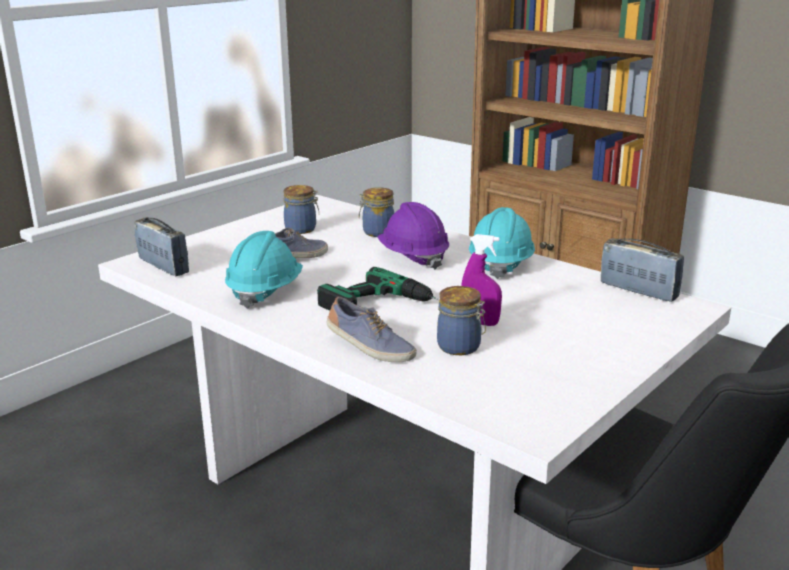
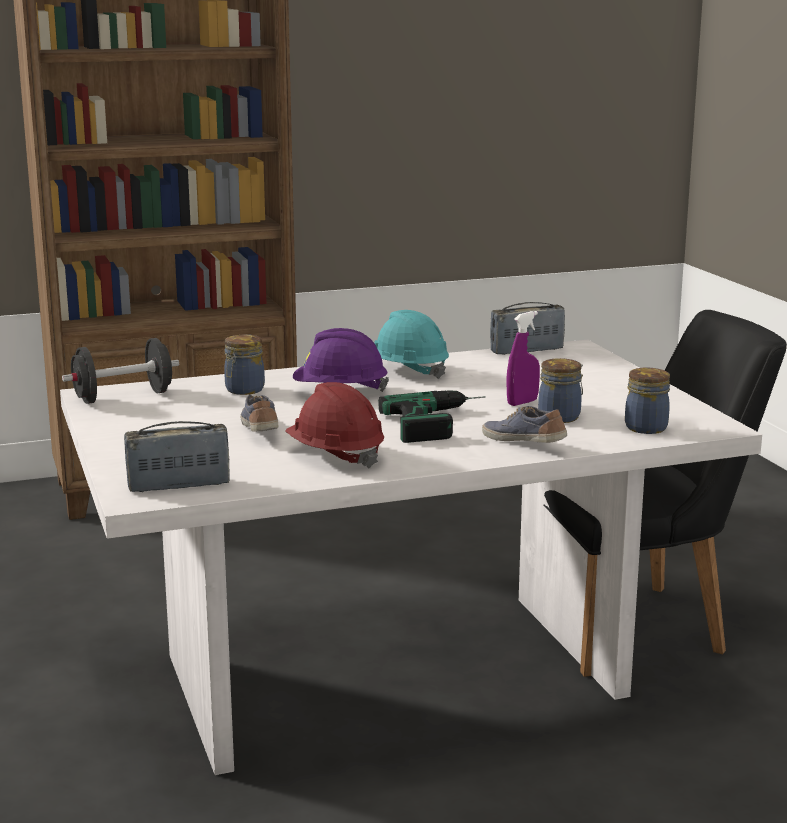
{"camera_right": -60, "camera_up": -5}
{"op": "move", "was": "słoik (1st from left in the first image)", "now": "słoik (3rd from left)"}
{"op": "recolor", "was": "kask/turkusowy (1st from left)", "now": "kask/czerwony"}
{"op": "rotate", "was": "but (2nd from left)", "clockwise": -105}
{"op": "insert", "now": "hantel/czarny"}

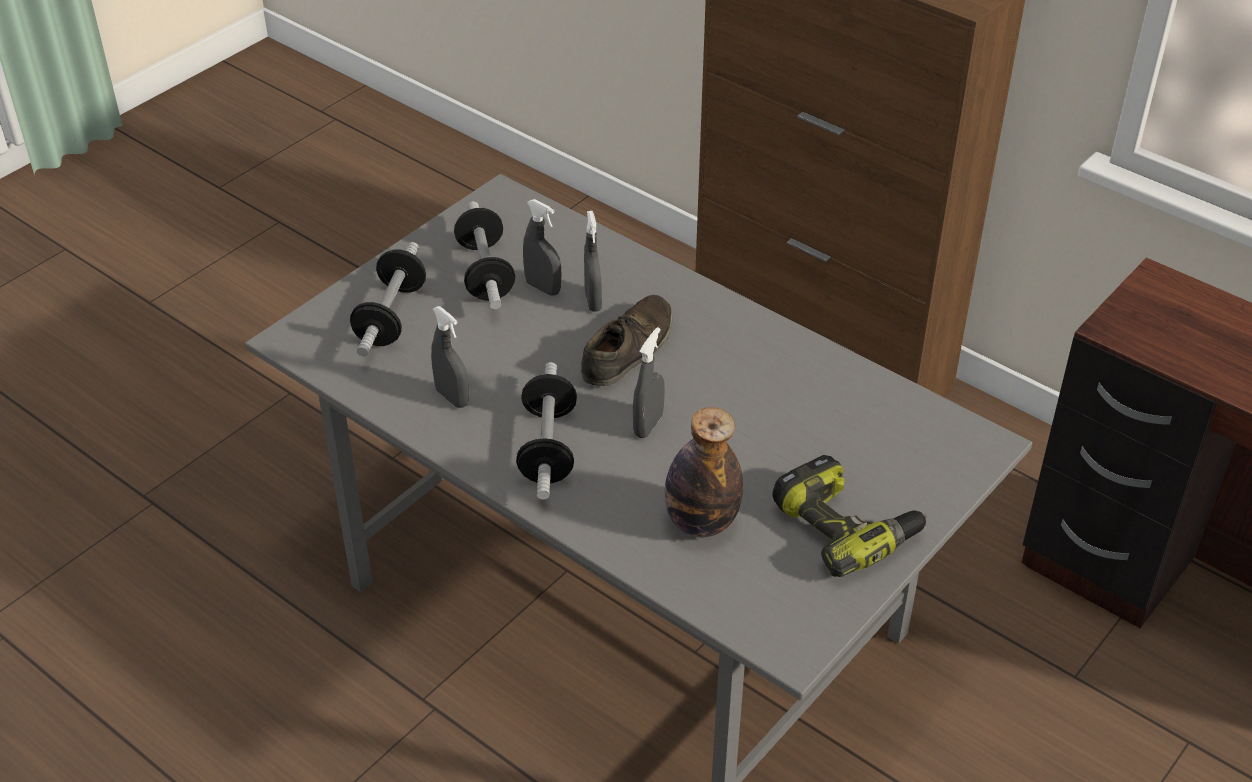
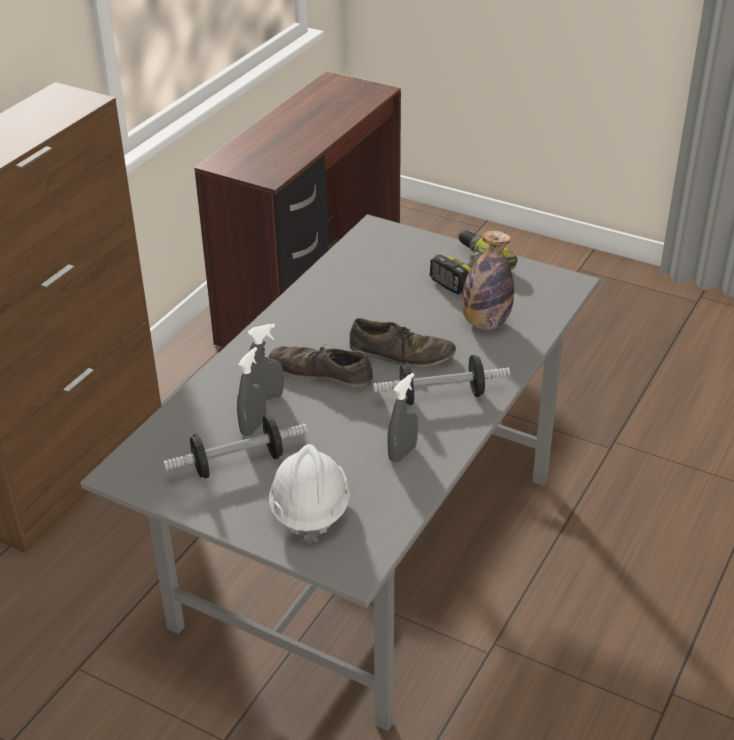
{"camera_right": -100, "camera_up": -5}
{"op": "replace", "was": "hantel (1st from left)", "now": "kask/biały"}
{"op": "replace", "was": "spryskiwacz/szary (4th from left)", "now": "but/brązowy (2nd from left)"}

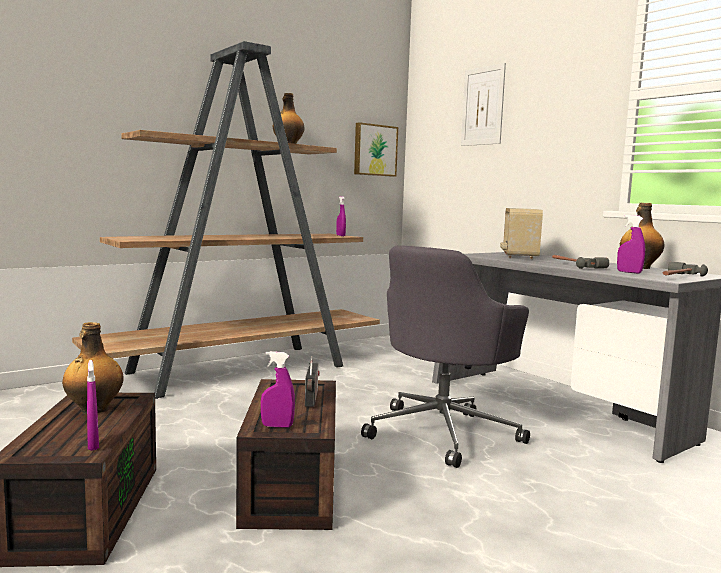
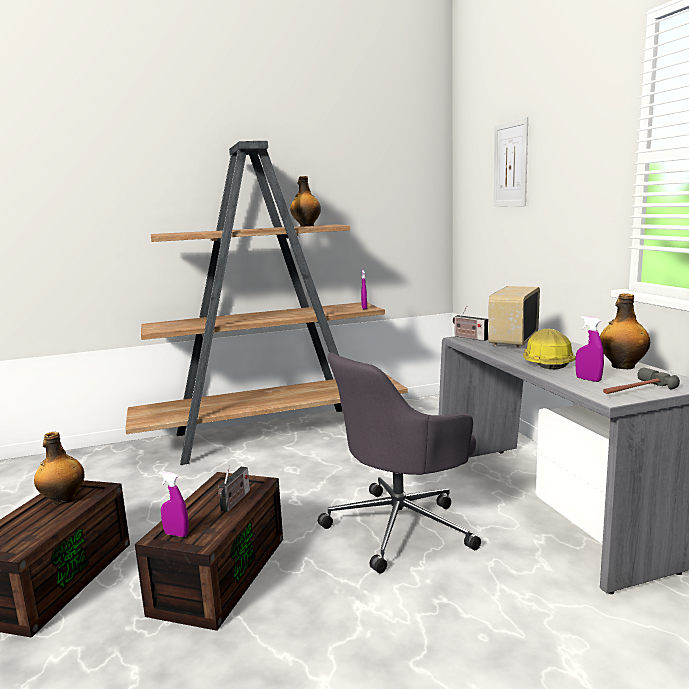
{"camera_right": 20, "camera_up": 5}
{"op": "delete", "was": "obraz (1st from left)"}
{"op": "replace", "was": "młotek (1st from left)", "now": "kask"}
{"op": "delete", "was": "spryskiwacz/fioletowy (1st from left)"}
{"op": "insert", "now": "radio (2nd from left)"}

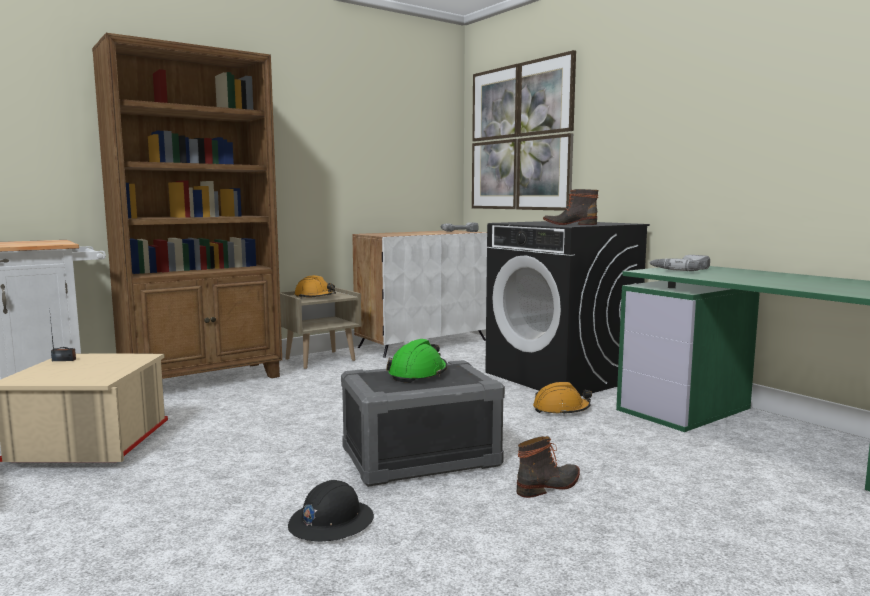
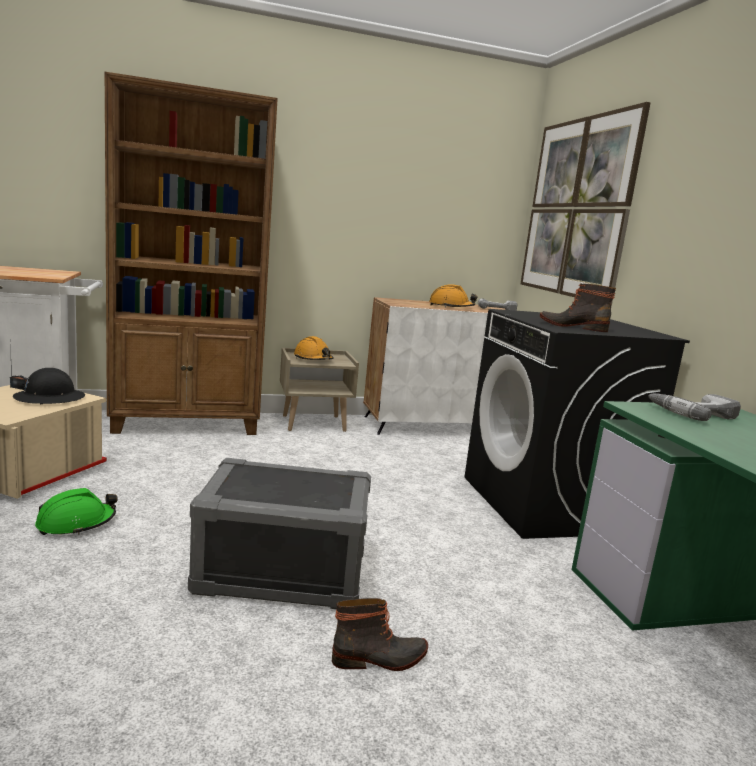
{"camera_right": 20, "camera_up": 5}
{"op": "move", "was": "kask/zielony"}
{"op": "move", "was": "kask/pomarańczowy (2nd from left)"}
{"op": "move", "was": "kask/czarny"}

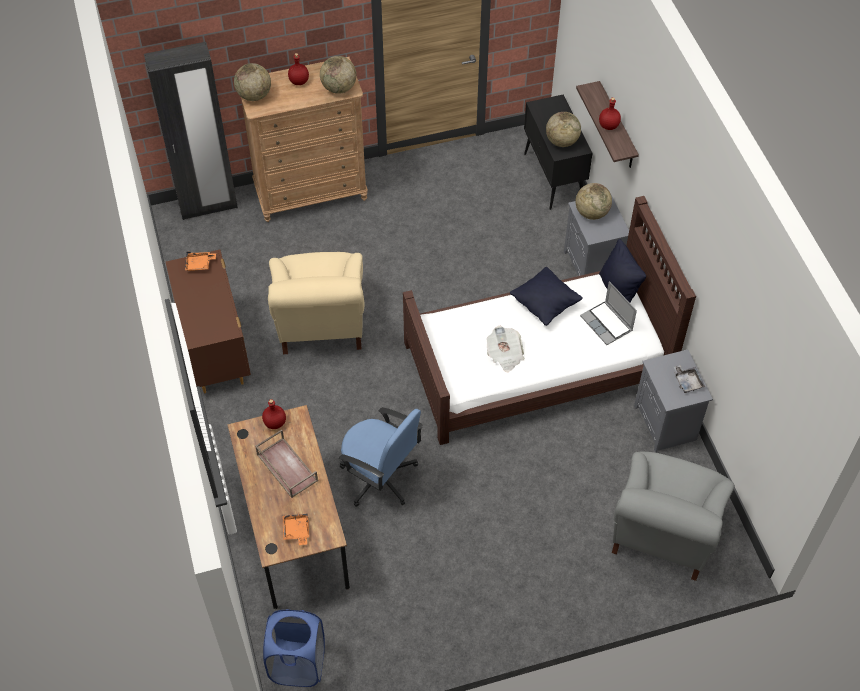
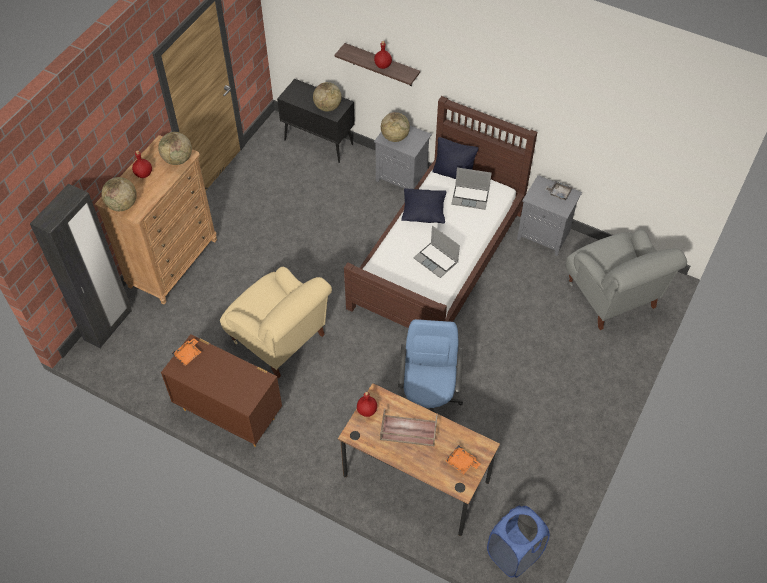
{"camera_right": -45, "camera_up": 0}
{"op": "replace", "was": "gazeta", "now": "laptop (1st from left)"}
{"op": "rotate", "was": "krzesło biurowe/niebieski", "clockwise": -75}

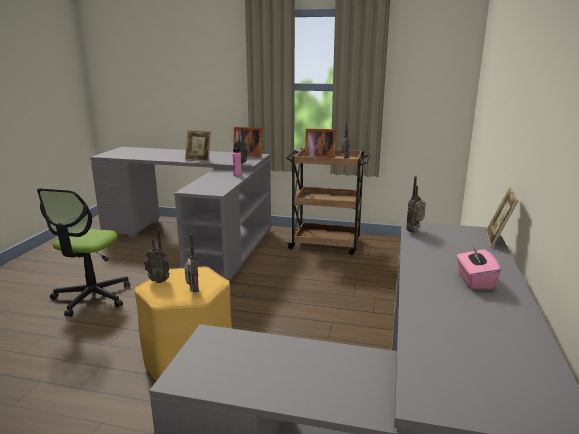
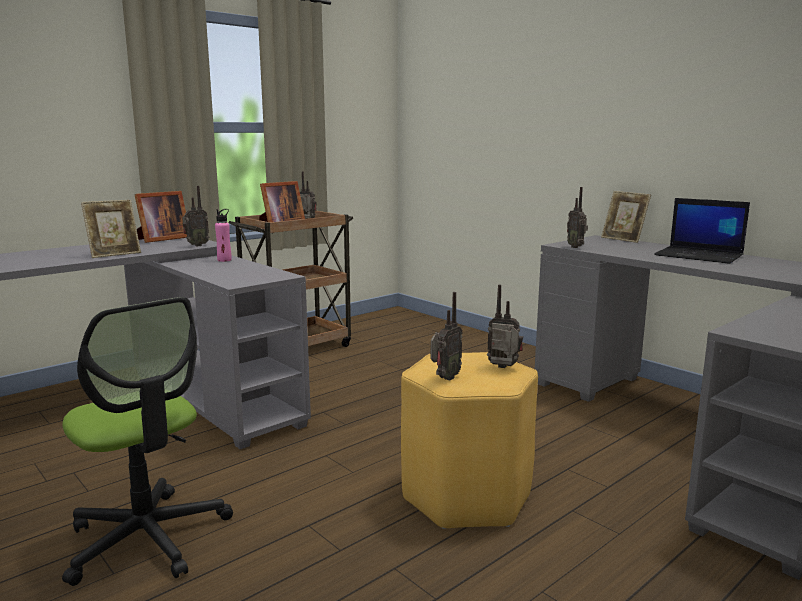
{"camera_right": -55, "camera_up": -5}
{"op": "replace", "was": "pudełko chusteczek/różowy", "now": "laptop"}

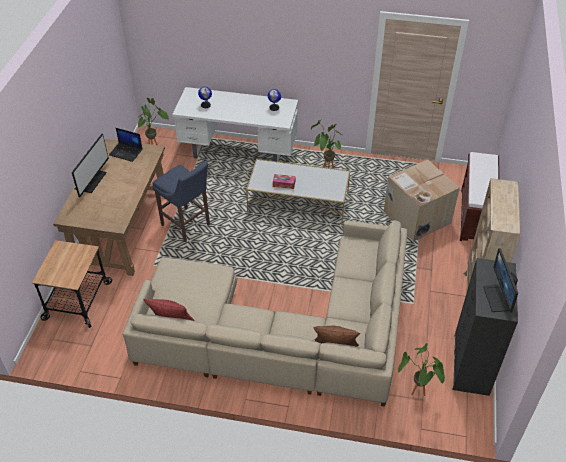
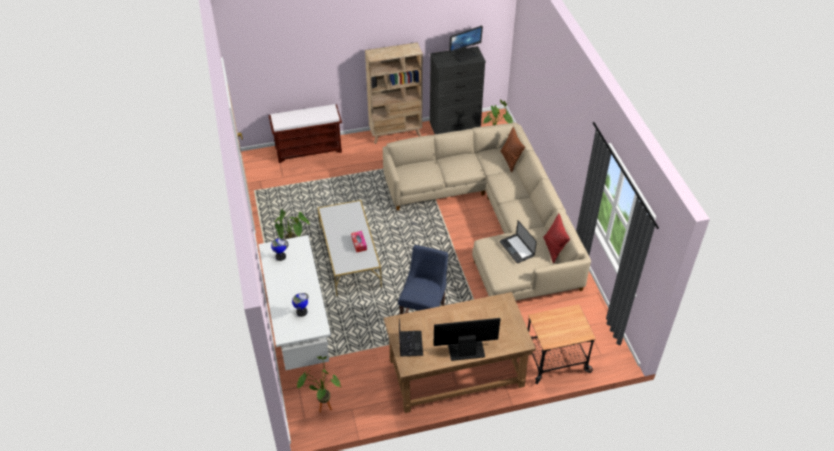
{"camera_right": -115, "camera_up": 0}
{"op": "delete", "was": "karton"}
{"op": "insert", "now": "laptop (2nd from left)"}

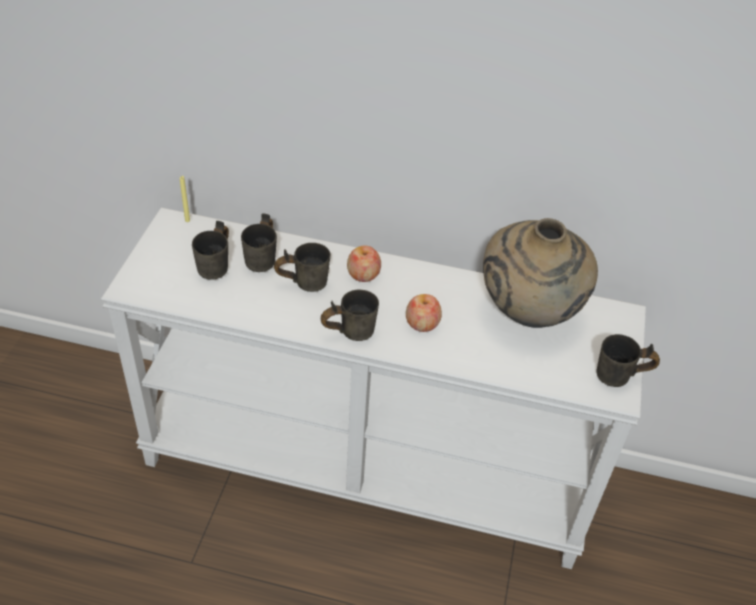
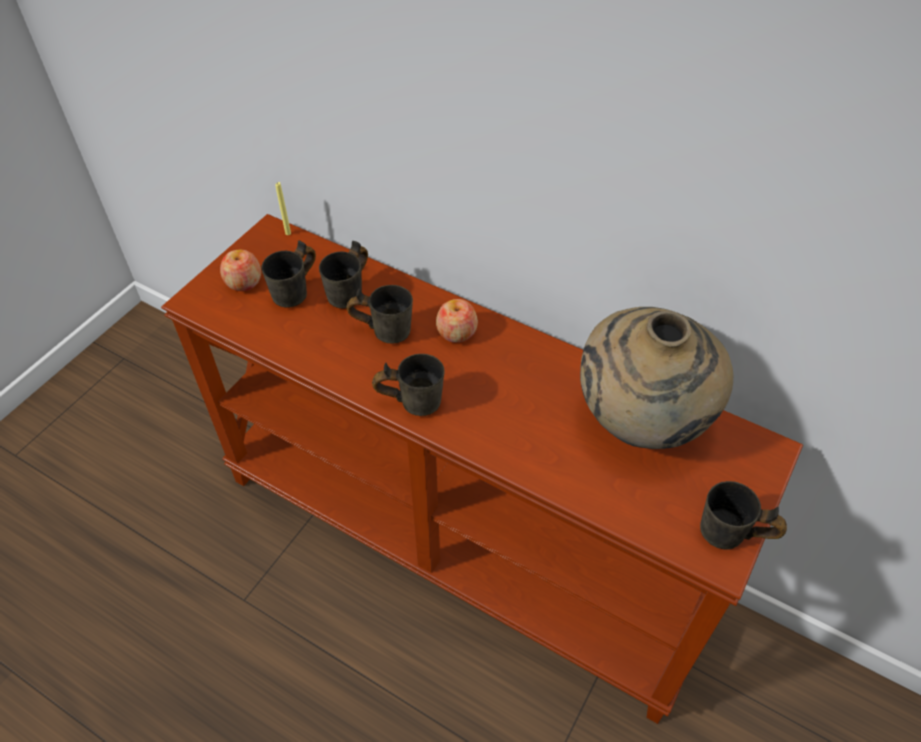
{"camera_right": 20, "camera_up": 5}
{"op": "recolor", "was": "stolik konsolowy/biały", "now": "stolik konsolowy/brązowy"}
{"op": "move", "was": "jabłko (2nd from left in the first image)", "now": "jabłko (1st from left)"}

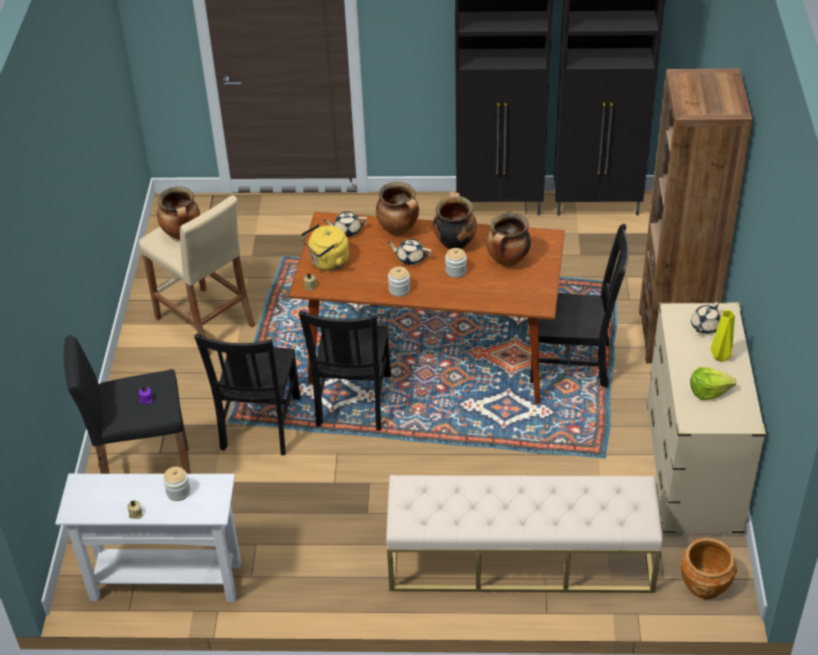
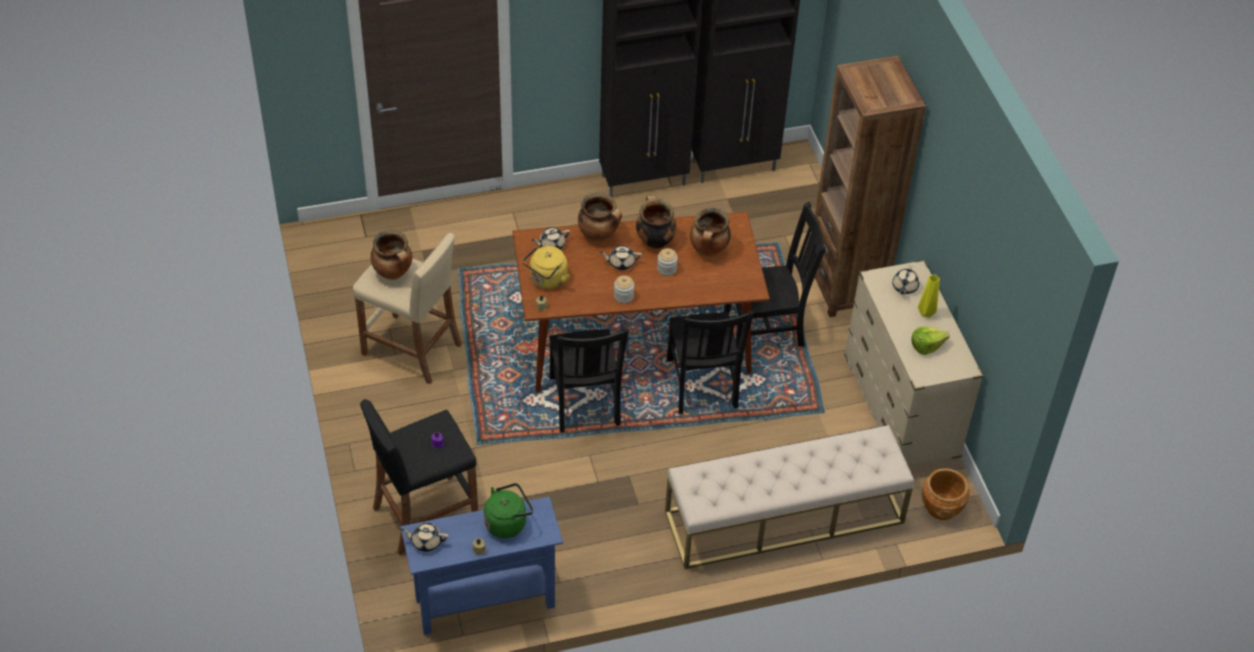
{"camera_right": -20, "camera_up": 5}
{"op": "move", "was": "krzesło/czarny (1st from left in the first image)", "now": "krzesło/czarny (2nd from left)"}
{"op": "replace", "was": "słoik (1st from left)", "now": "czajnik/zielony"}
{"op": "recolor", "was": "stolik konsolowy/biały", "now": "stolik konsolowy/niebieski"}
{"op": "insert", "now": "imbryk/beżowy (1st from left)"}

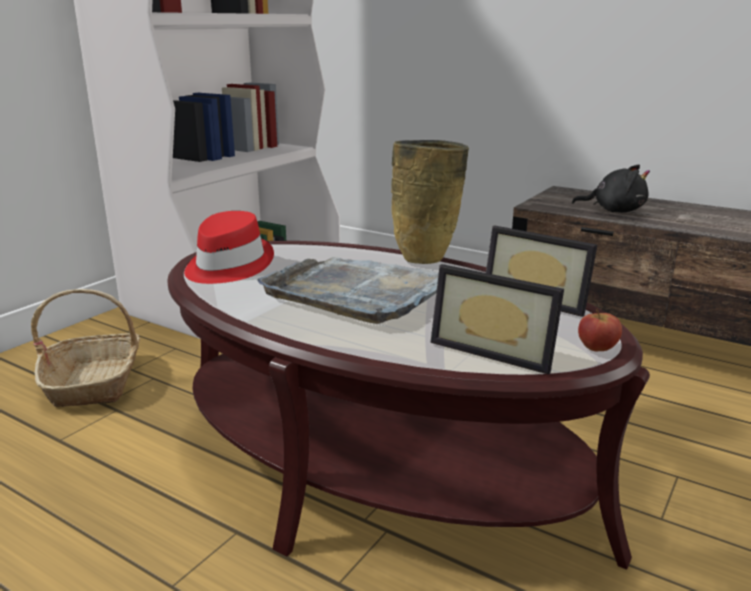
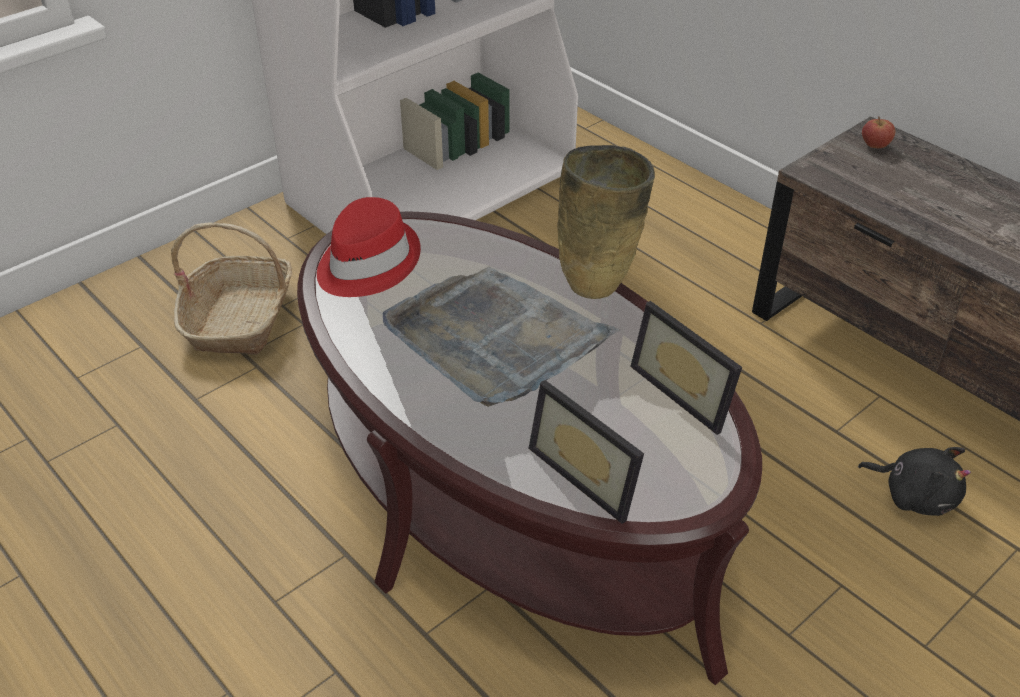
{"camera_right": 15, "camera_up": 20}
{"op": "move", "was": "pluszak/czarny"}
{"op": "move", "was": "jabłko"}

